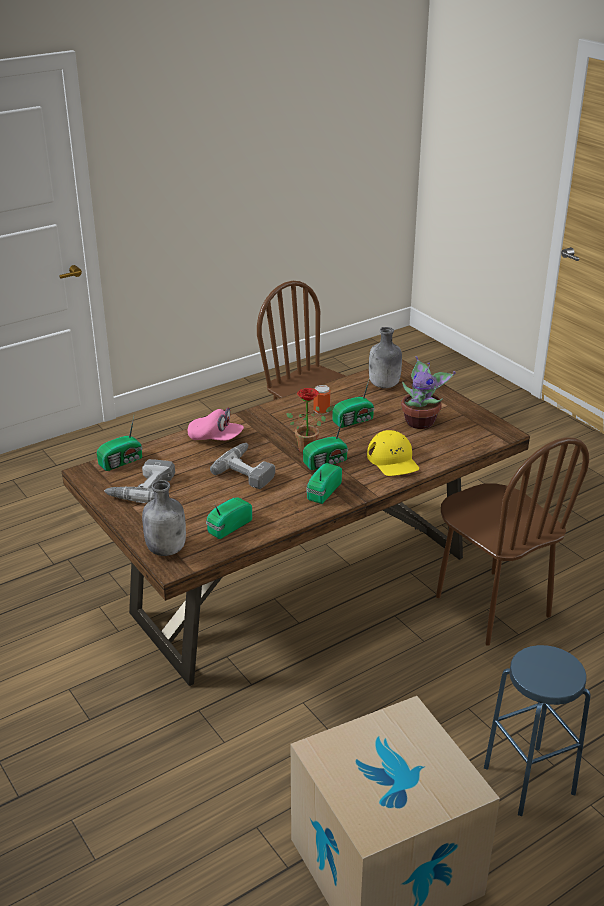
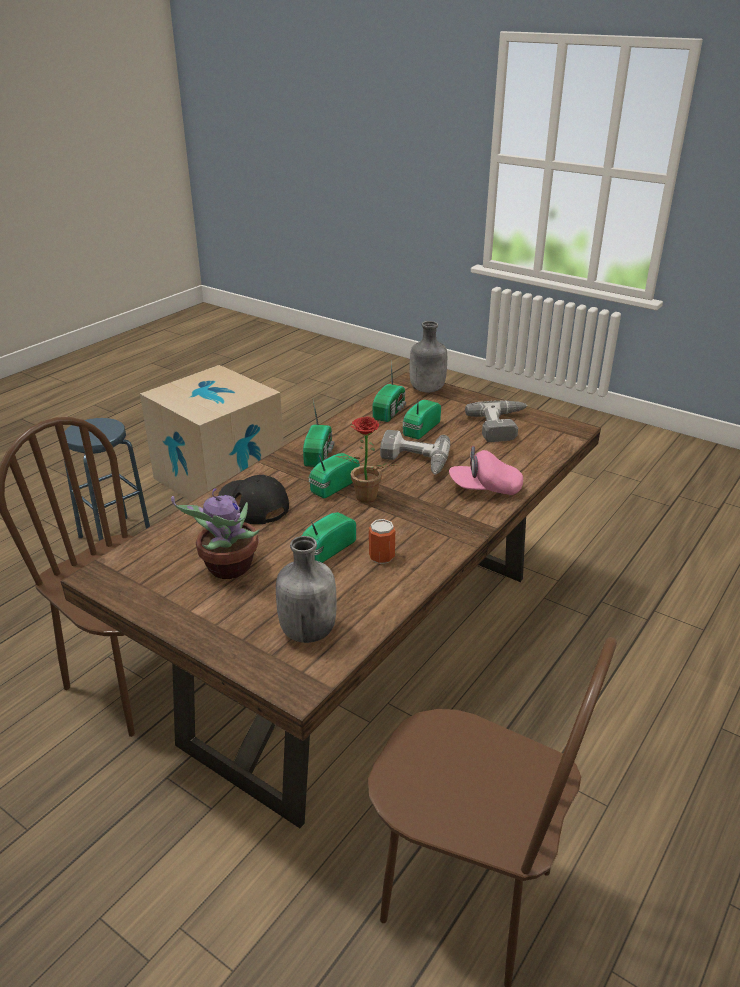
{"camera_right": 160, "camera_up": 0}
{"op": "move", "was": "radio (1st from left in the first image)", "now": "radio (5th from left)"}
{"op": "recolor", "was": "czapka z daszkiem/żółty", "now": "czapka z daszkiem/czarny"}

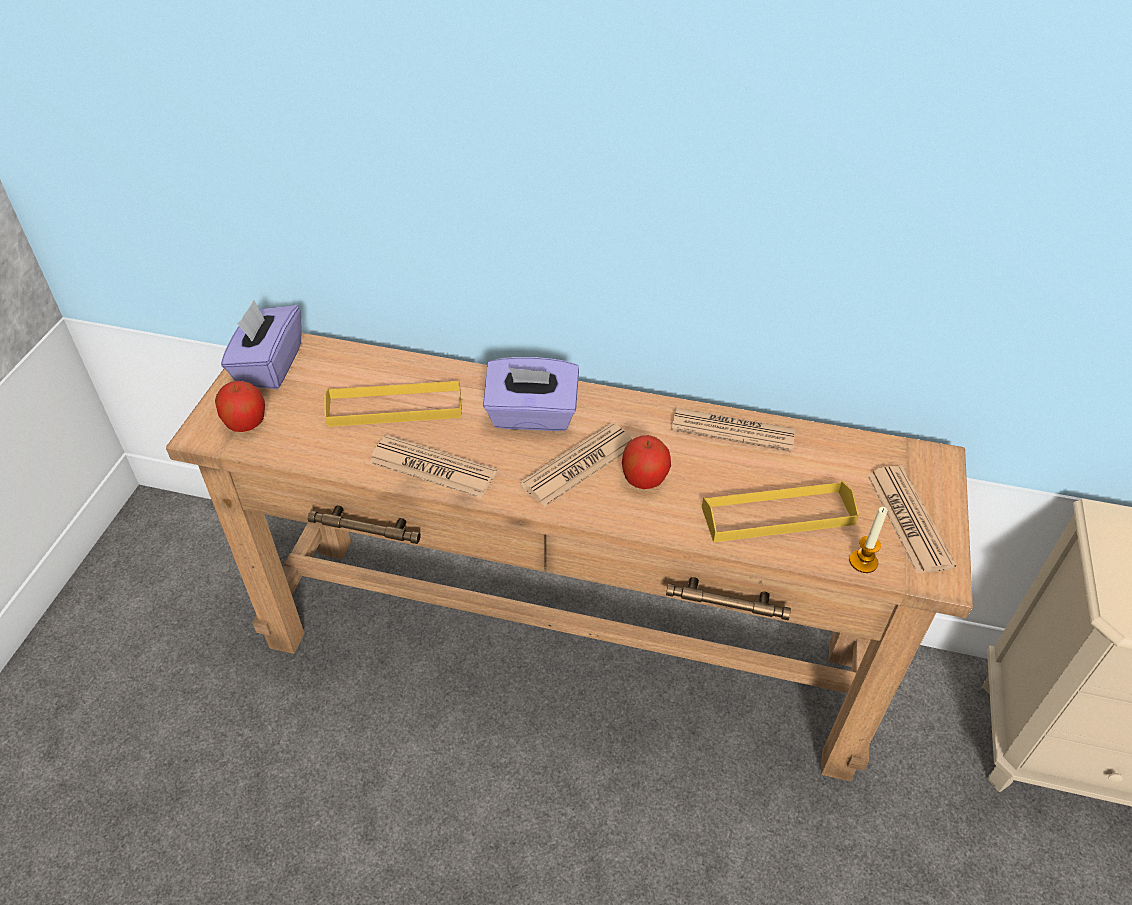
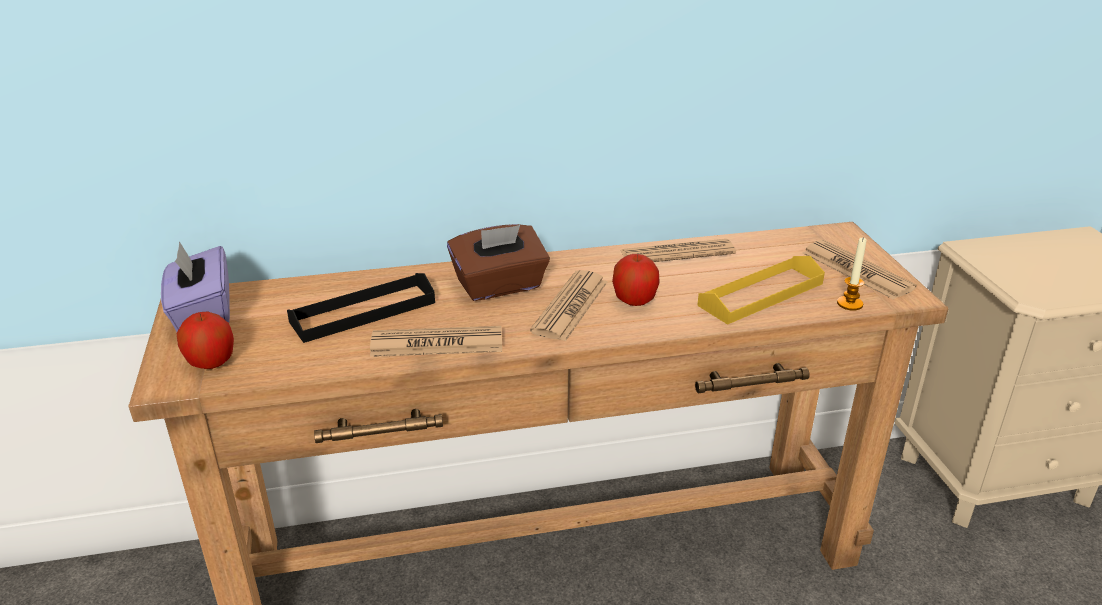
{"camera_right": -25, "camera_up": -15}
{"op": "recolor", "was": "pudełko chusteczek/fioletowy (2nd from left)", "now": "pudełko chusteczek/brązowy"}
{"op": "recolor", "was": "taca/żółty (1st from left)", "now": "taca/czarny"}

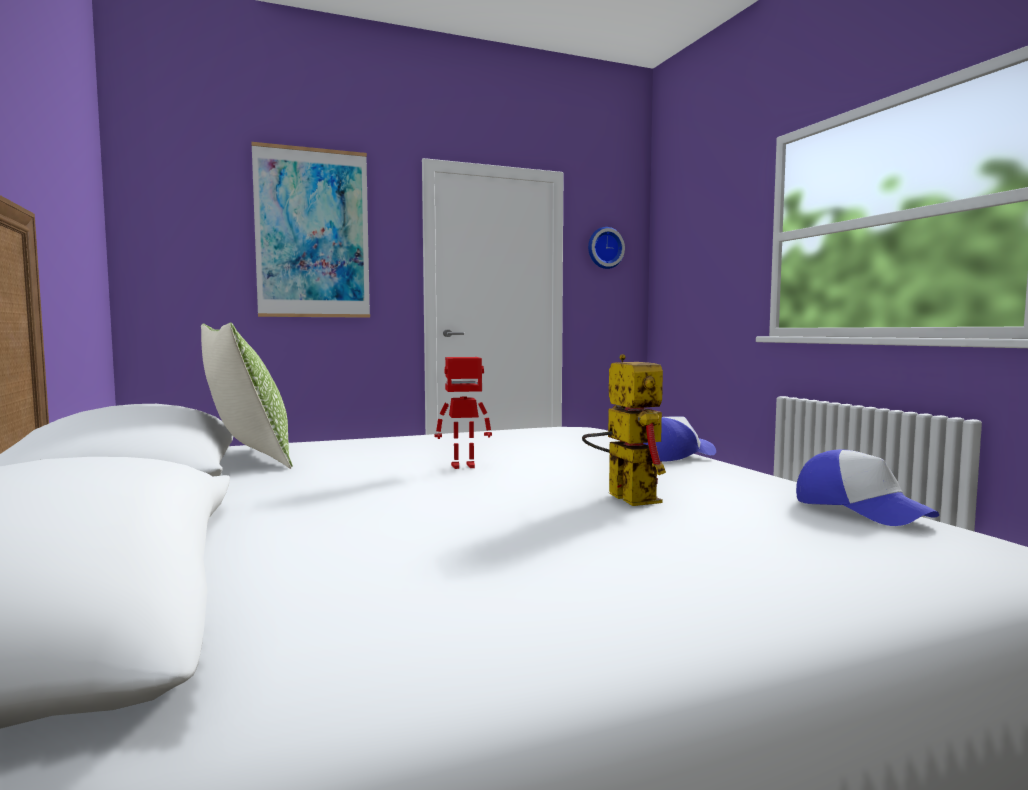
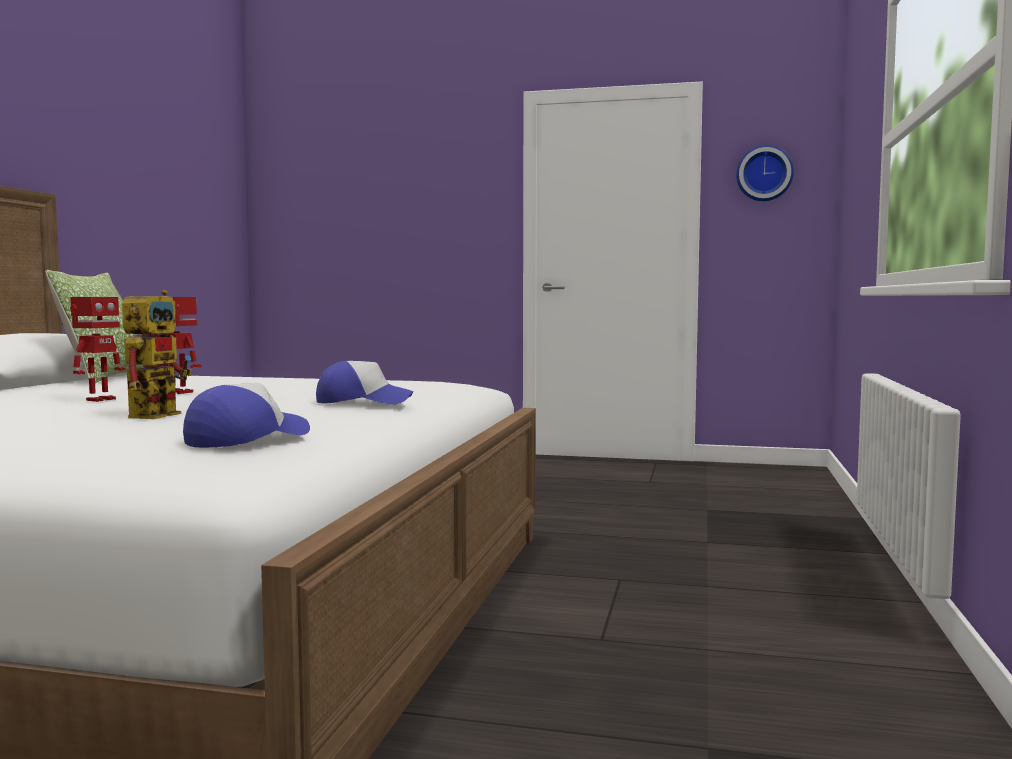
{"camera_right": 35, "camera_up": 0}
{"op": "delete", "was": "obraz"}
{"op": "rotate", "was": "czapka z daszkiem (2nd from left in the first image)", "clockwise": -150}
{"op": "insert", "now": "robot zabawkowy (1st from left)"}

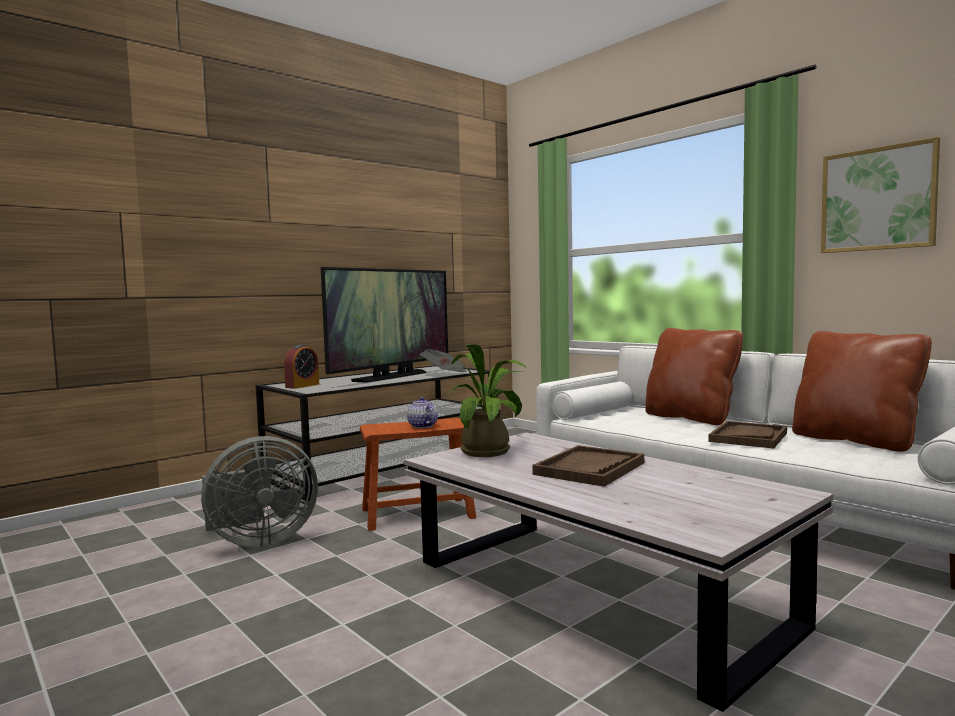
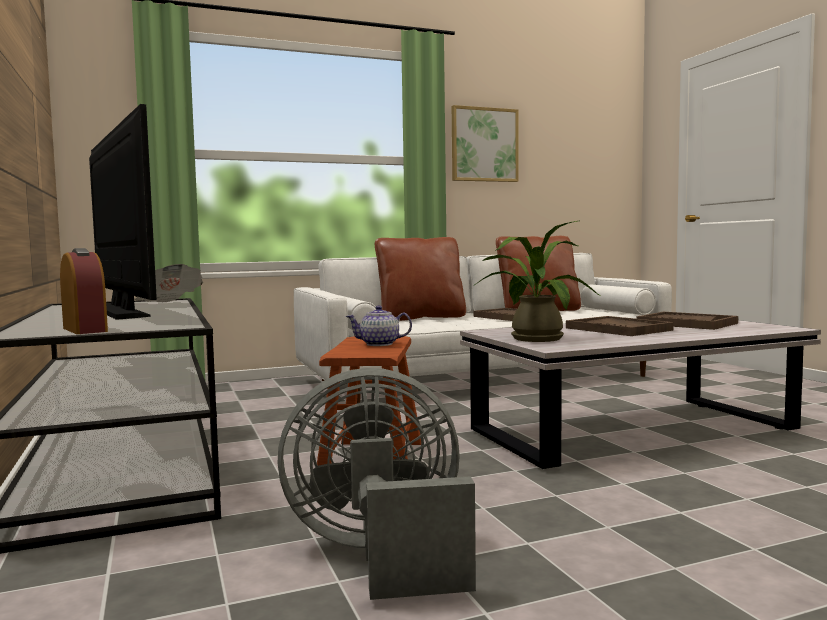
{"camera_right": -70, "camera_up": 0}
{"op": "rotate", "was": "wentylator/szary", "clockwise": -90}
{"op": "insert", "now": "taca/brązowy (3rd from left)"}

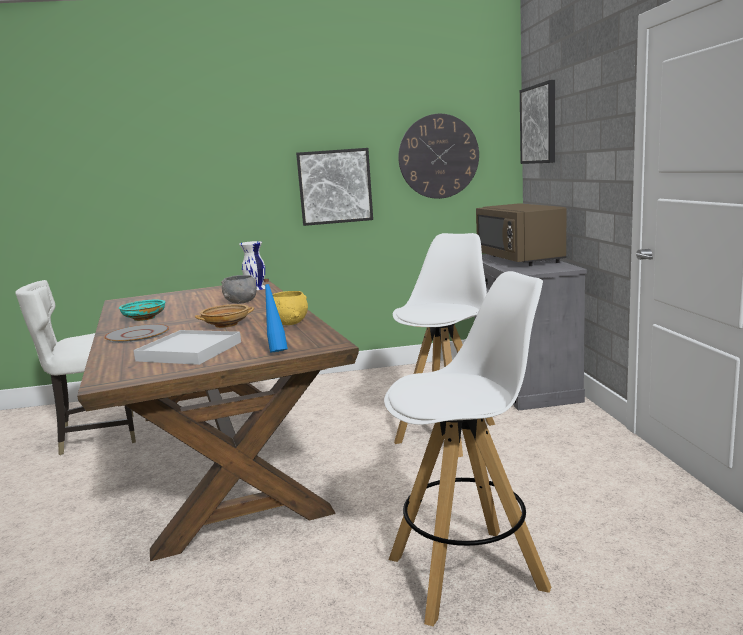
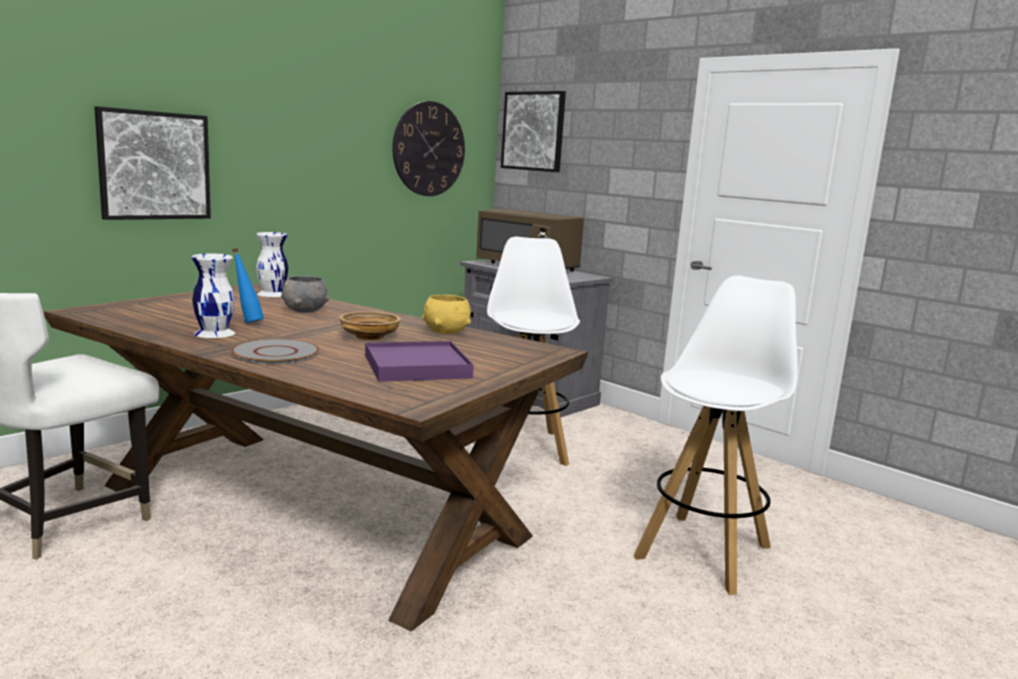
{"camera_right": -40, "camera_up": 0}
{"op": "move", "was": "obraz (1st from left)"}
{"op": "move", "was": "butelka/niebieski"}
{"op": "replace", "was": "miska/turkusowy", "now": "wazon/biały (1st from left)"}
{"op": "recolor", "was": "taca/biały", "now": "taca/fioletowy"}

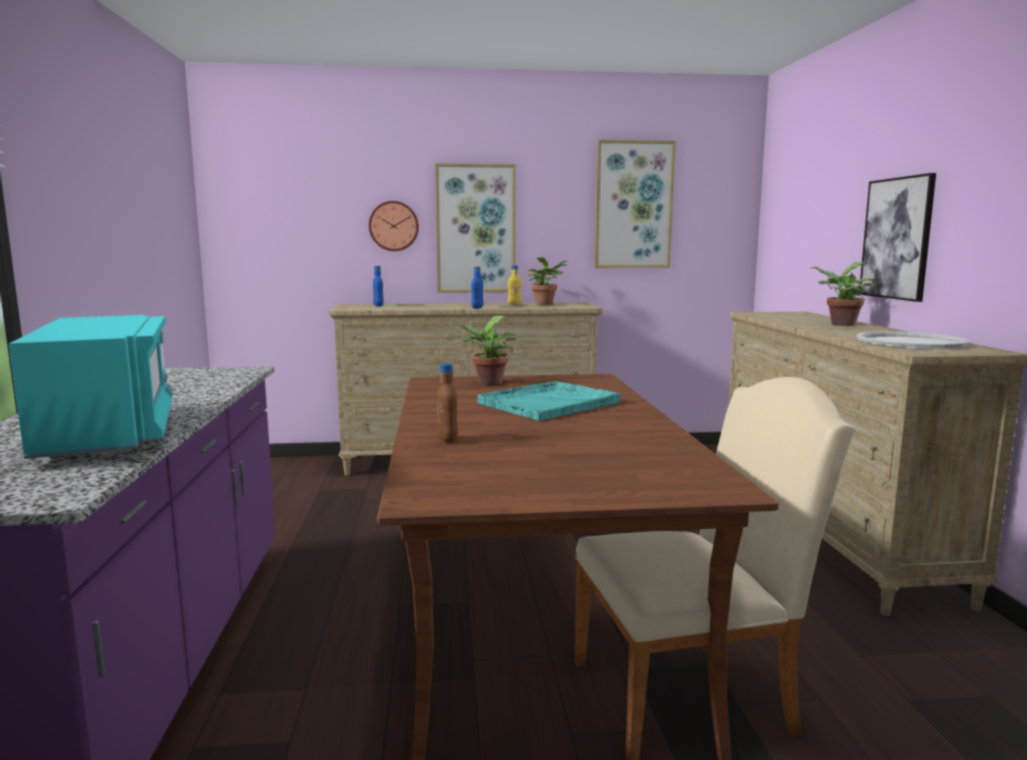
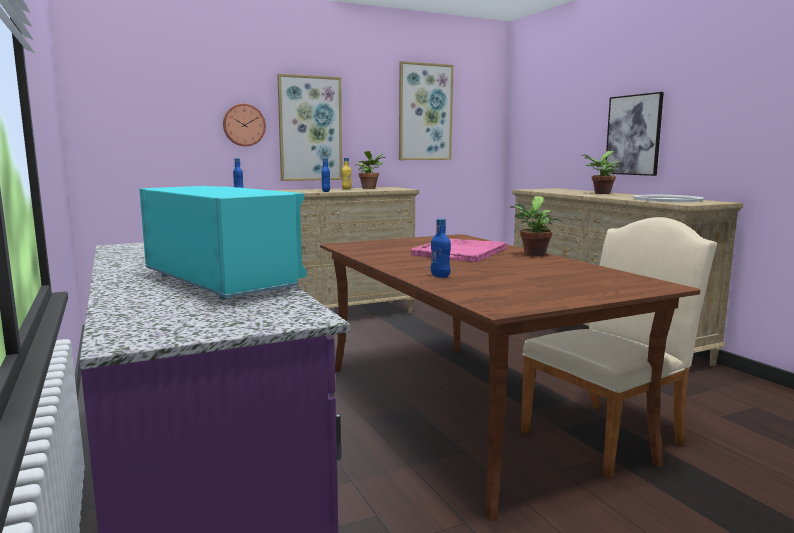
{"camera_right": -20, "camera_up": 0}
{"op": "move", "was": "roślina doniczkowa (1st from left in the first image)", "now": "roślina doniczkowa (2nd from left)"}
{"op": "recolor", "was": "butelka/brązowy", "now": "butelka/niebieski (3rd from left)"}
{"op": "recolor", "was": "taca/turkusowy", "now": "taca/różowy"}

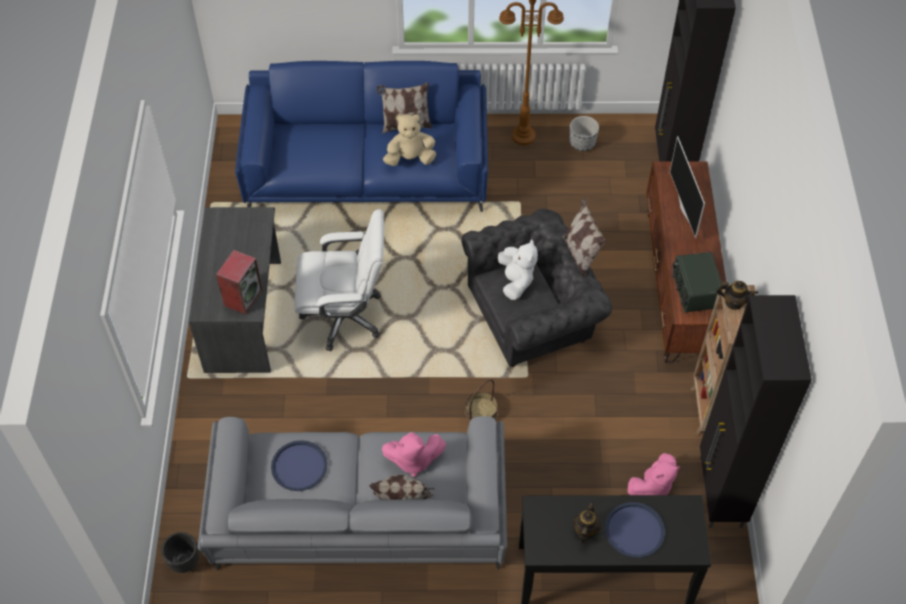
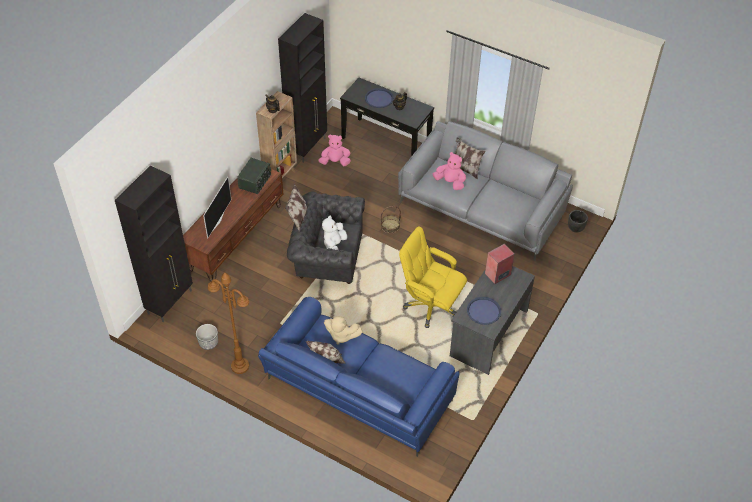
{"camera_right": -150, "camera_up": -5}
{"op": "recolor", "was": "krzesło biurowe/biały", "now": "krzesło biurowe/żółty"}
{"op": "move", "was": "taca/niebieski (1st from left in the first image)", "now": "taca/niebieski (2nd from left)"}

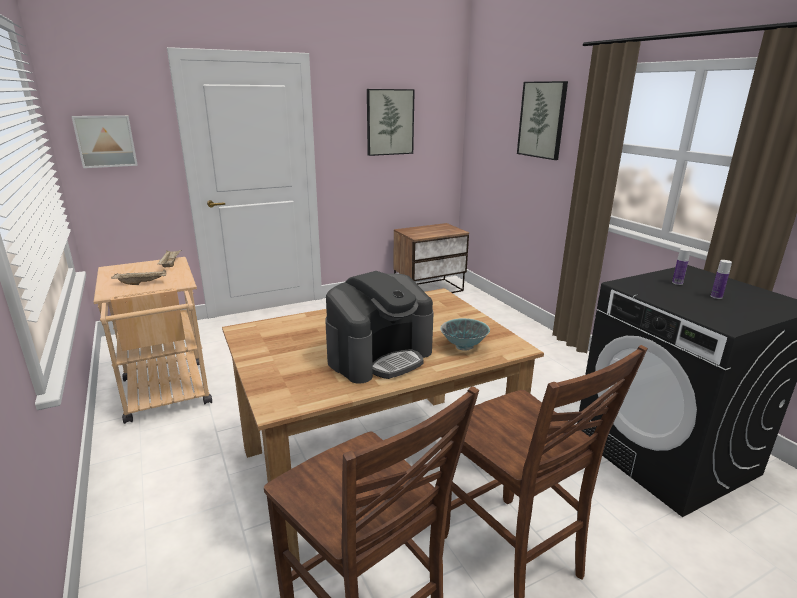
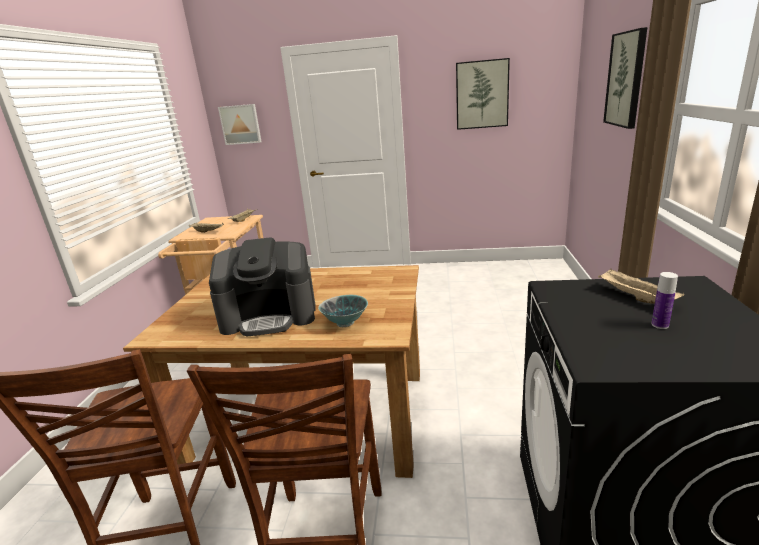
{"camera_right": 35, "camera_up": 0}
{"op": "delete", "was": "szafka nocna"}
{"op": "replace", "was": "butelka (1st from left)", "now": "taca/beżowy (3rd from left)"}

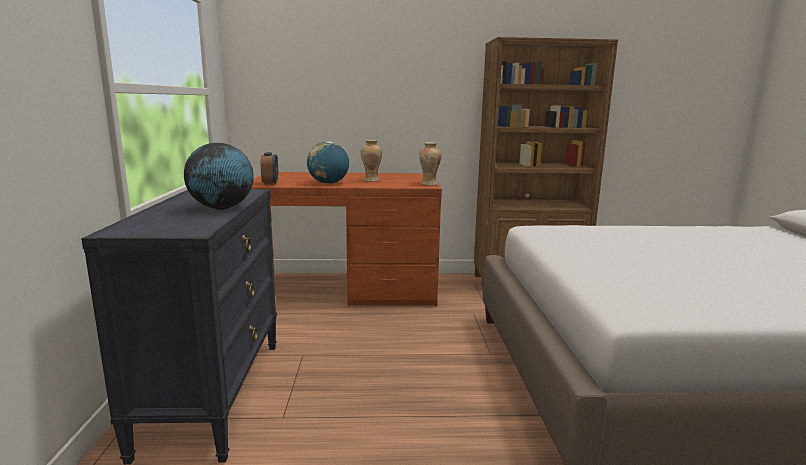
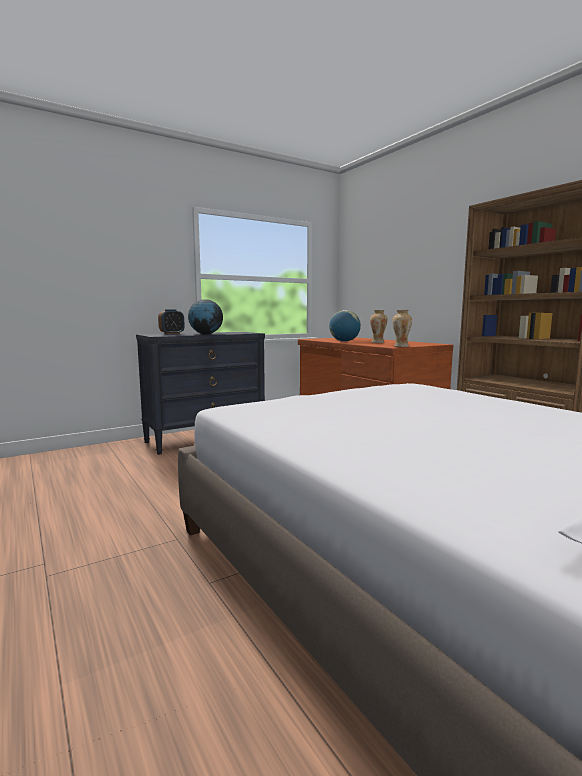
{"camera_right": 60, "camera_up": -5}
{"op": "move", "was": "budzik"}

